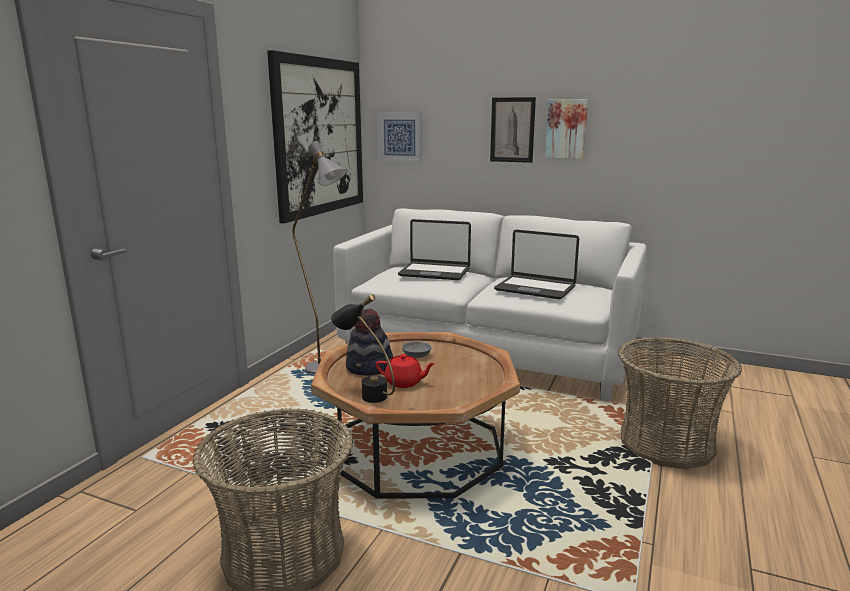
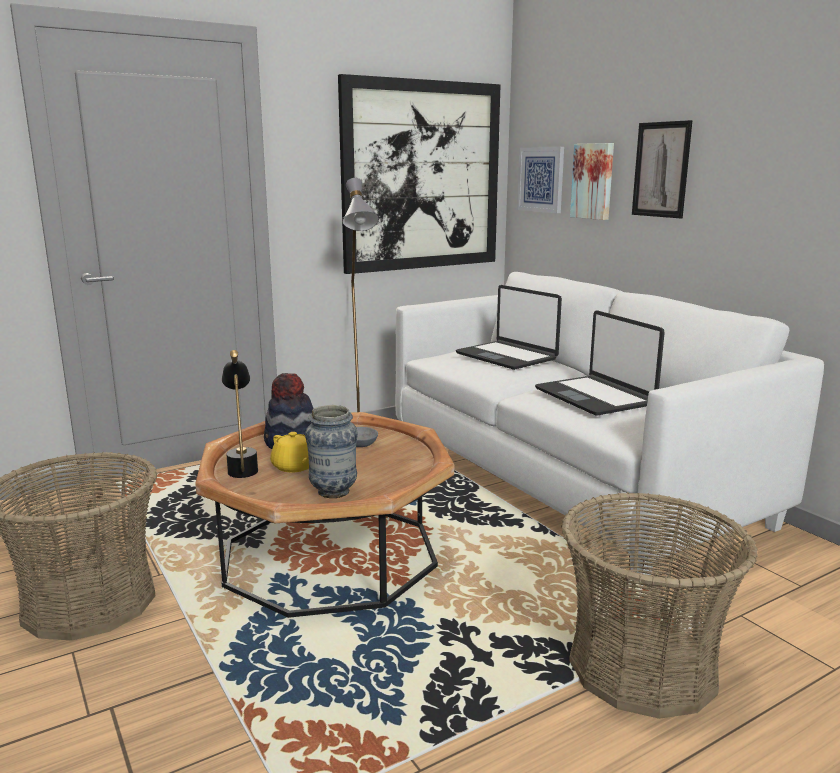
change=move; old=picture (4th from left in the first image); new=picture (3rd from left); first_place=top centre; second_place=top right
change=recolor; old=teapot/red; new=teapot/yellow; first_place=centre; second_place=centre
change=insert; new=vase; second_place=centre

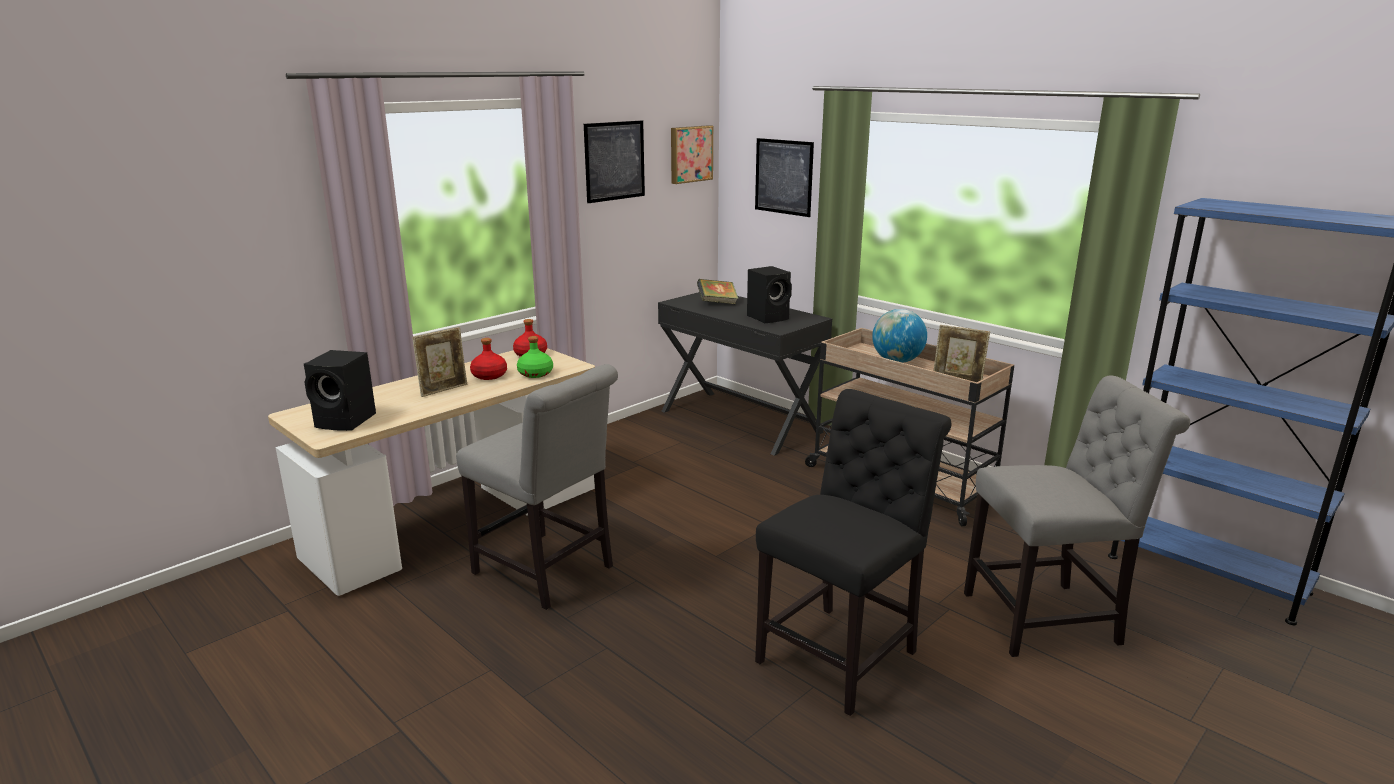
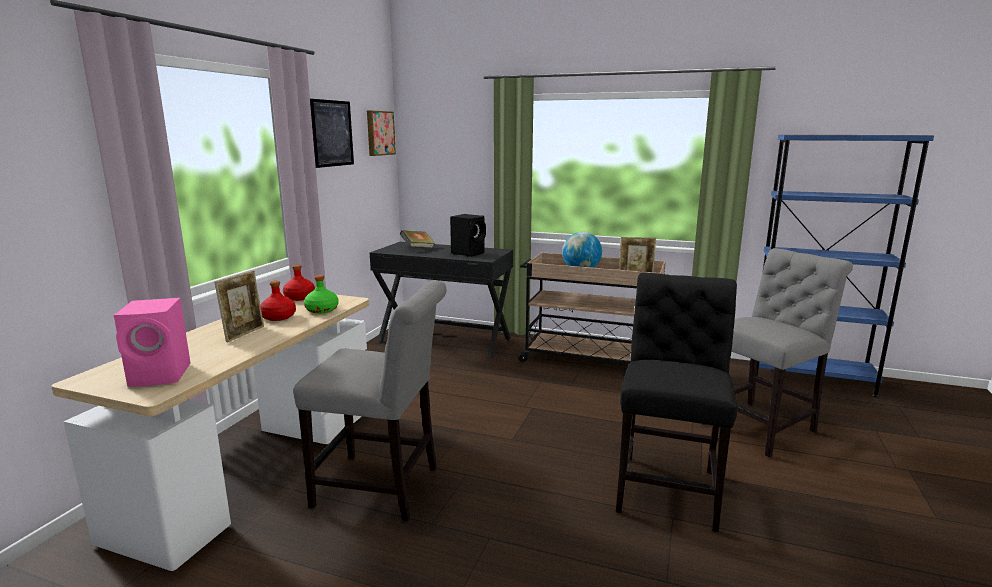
change=delete; old=picture (3rd from left); first_place=top centre
change=recolor; old=speaker/black (1st from left); new=speaker/pink; first_place=middle left; second_place=middle left

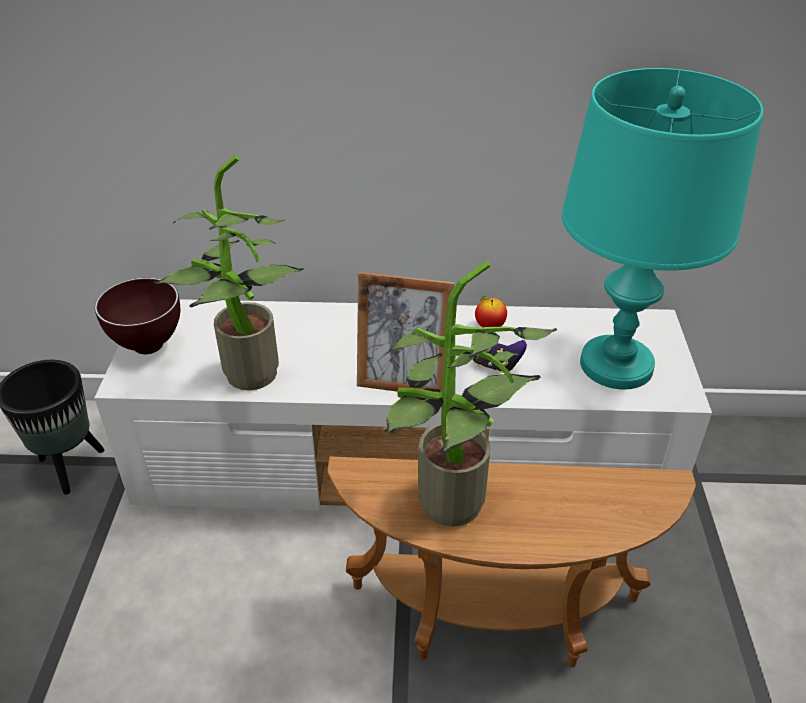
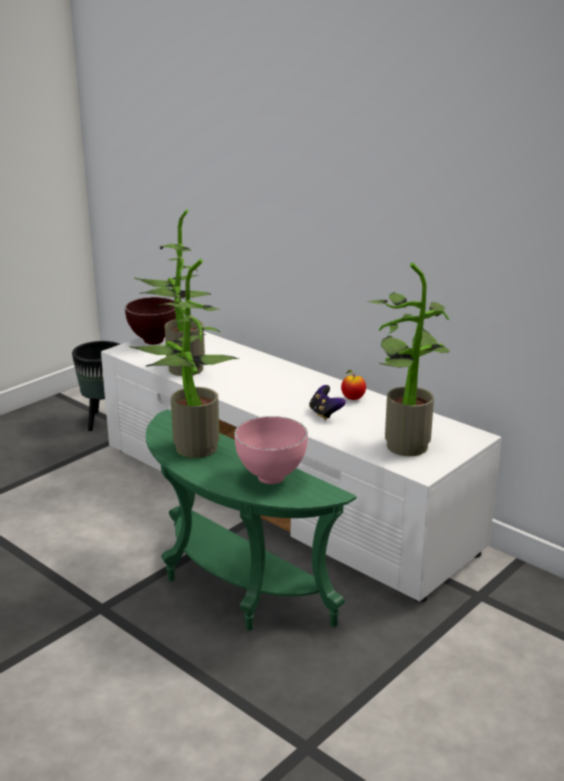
change=replace; old=table lamp/turquoise; new=potted plant (3rd from left); first_place=top right; second_place=middle right
change=delete; old=picture frame; first_place=centre
change=recolor; old=side table/brown; new=side table/green; first_place=bottom centre; second_place=centre
change=insert; new=bowl/pink; second_place=centre

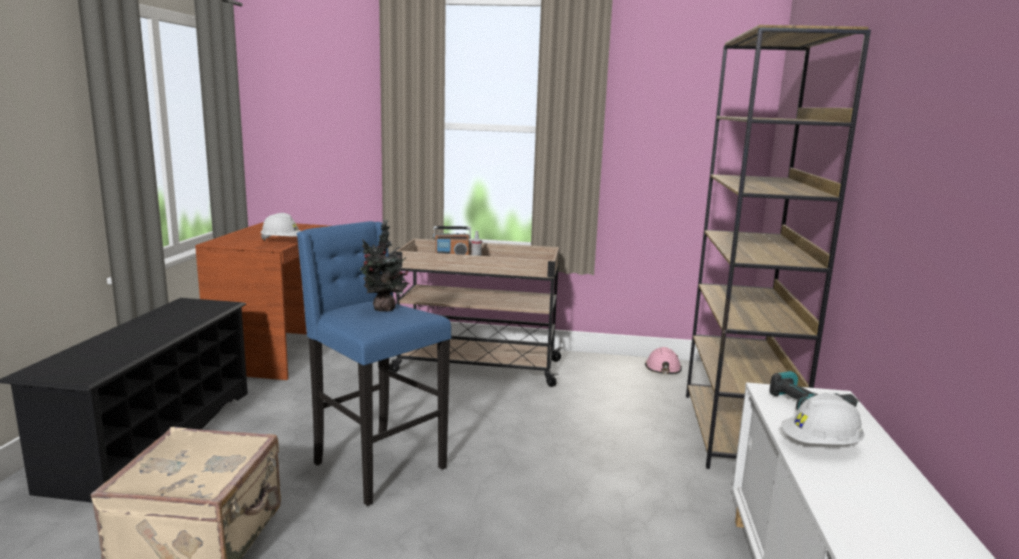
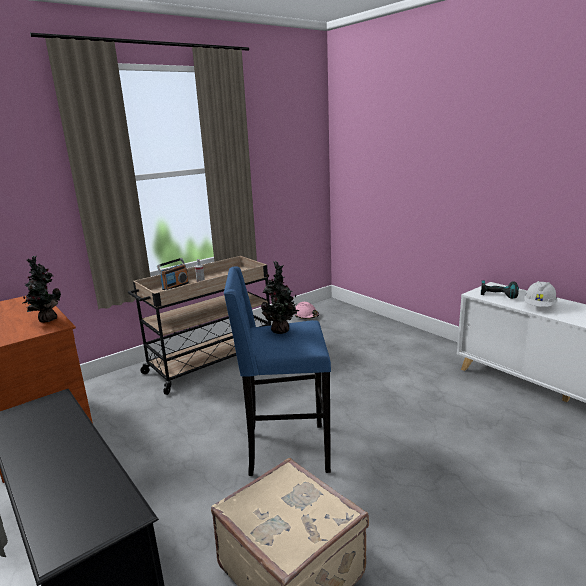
change=delete; old=bookcase/brown; first_place=middle right
change=replace; old=hard hat/white (1st from left); new=potted plant (1st from left); first_place=middle left; second_place=middle left

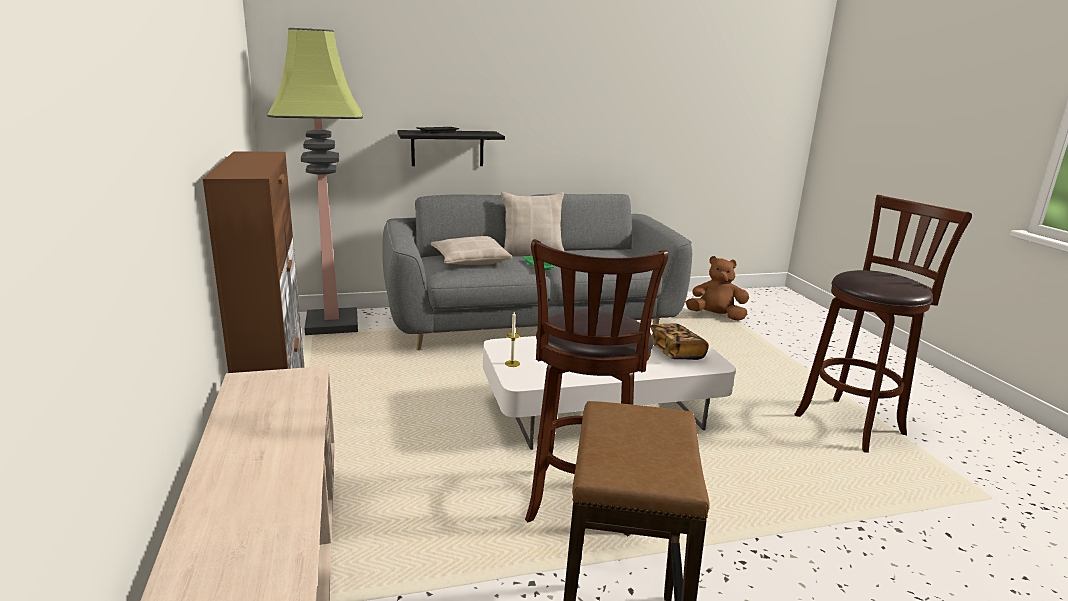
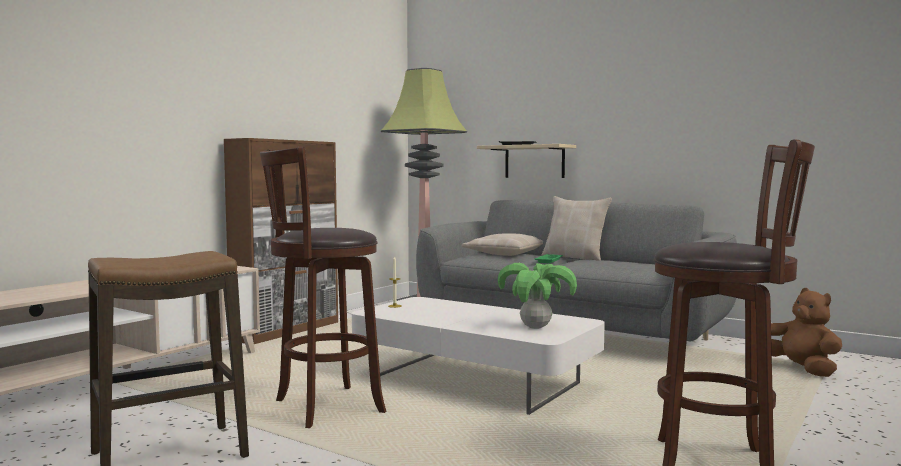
change=recolor; old=shelf/black; new=shelf/beige; first_place=top centre; second_place=centre
change=replace; old=book; new=potted plant; first_place=centre; second_place=centre

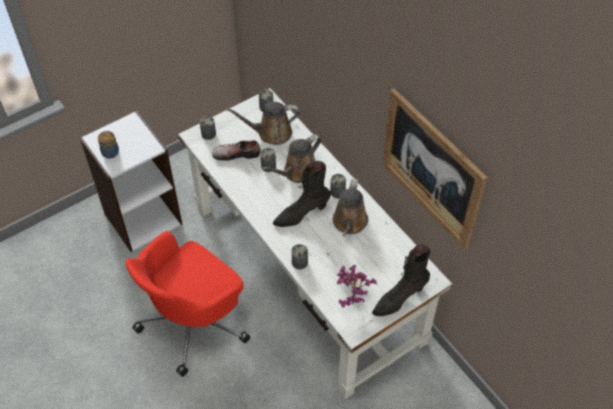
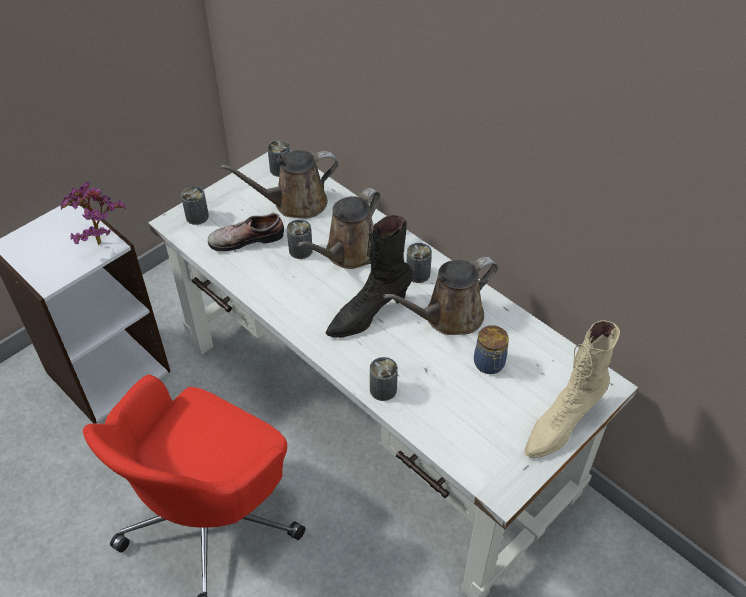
change=delete; old=picture; first_place=middle right
change=move; old=jar; first_place=middle left; second_place=centre
change=rotate; old=watering can/brown (3rd from left); first_place=centre; second_place=centre; degrees=60
change=recolor; old=boot/black (2nd from left); new=boot/beige; first_place=bottom centre; second_place=middle right
change=move; old=potted plant; first_place=bottom centre; second_place=middle left

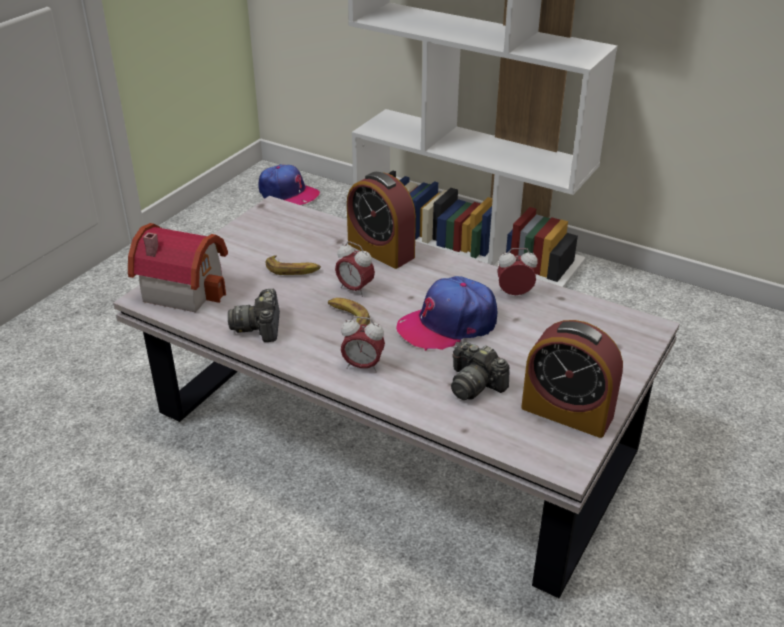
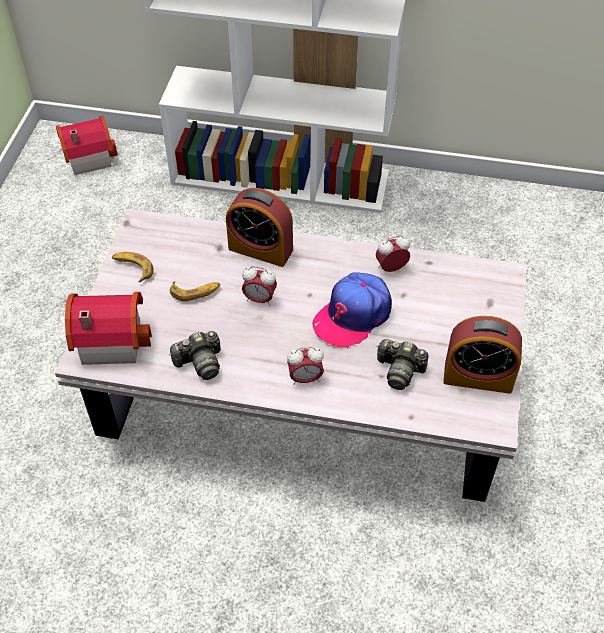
change=replace; old=cap (1st from left); new=toy house (1st from left); first_place=top centre; second_place=top left
change=rotate; old=photo camera (1st from left); first_place=middle left; second_place=middle left; degrees=-90
change=move; old=banana (2nd from left in the first image); new=banana (1st from left); first_place=centre; second_place=middle left

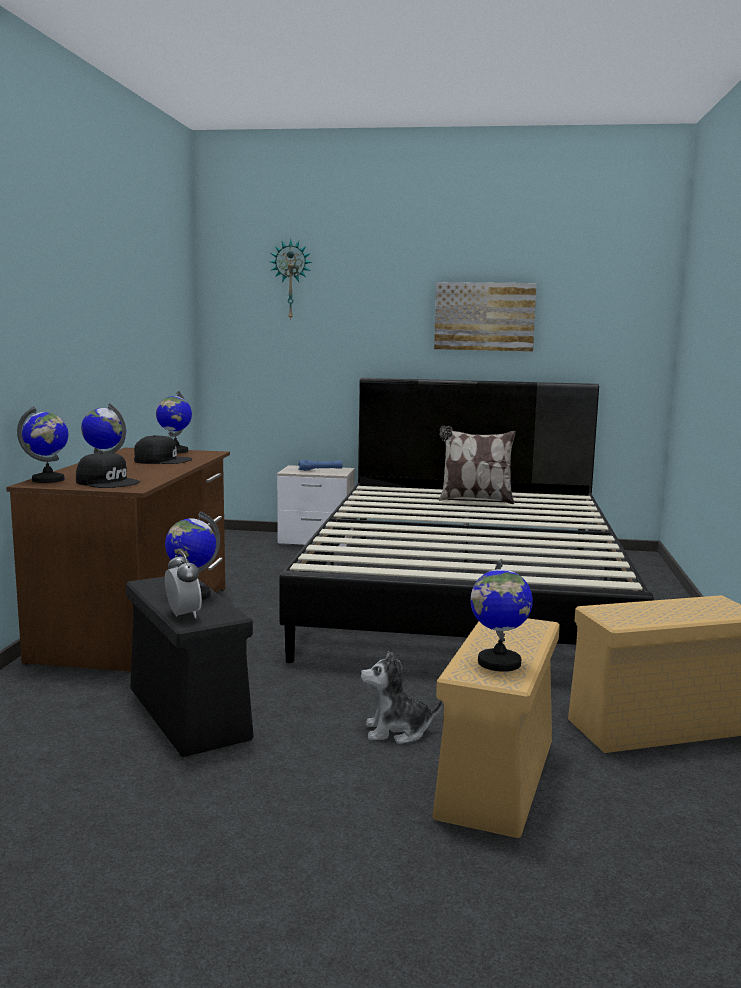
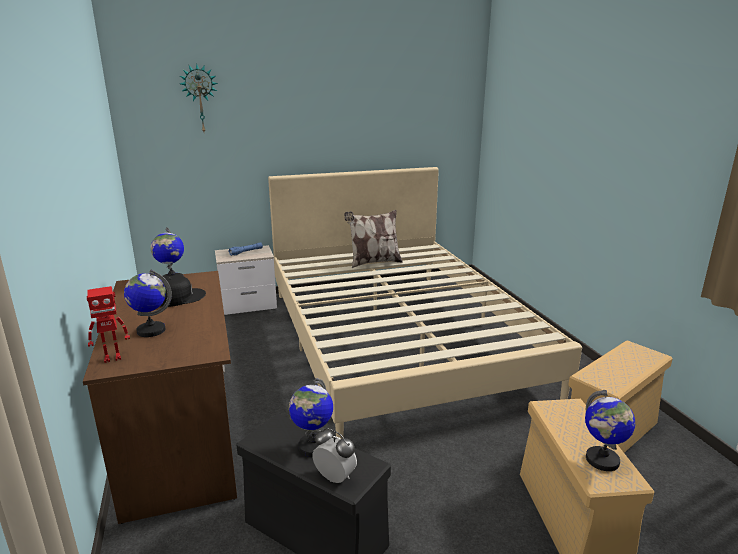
change=delete; old=picture; first_place=top centre
change=recolor; old=bed/black; new=bed/beige; first_place=centre; second_place=centre
change=replace; old=globe (1st from left); new=toy robot; first_place=middle left; second_place=middle left
change=delete; old=cap/black (1st from left); first_place=middle left
change=delete; old=plush toy; first_place=bottom centre

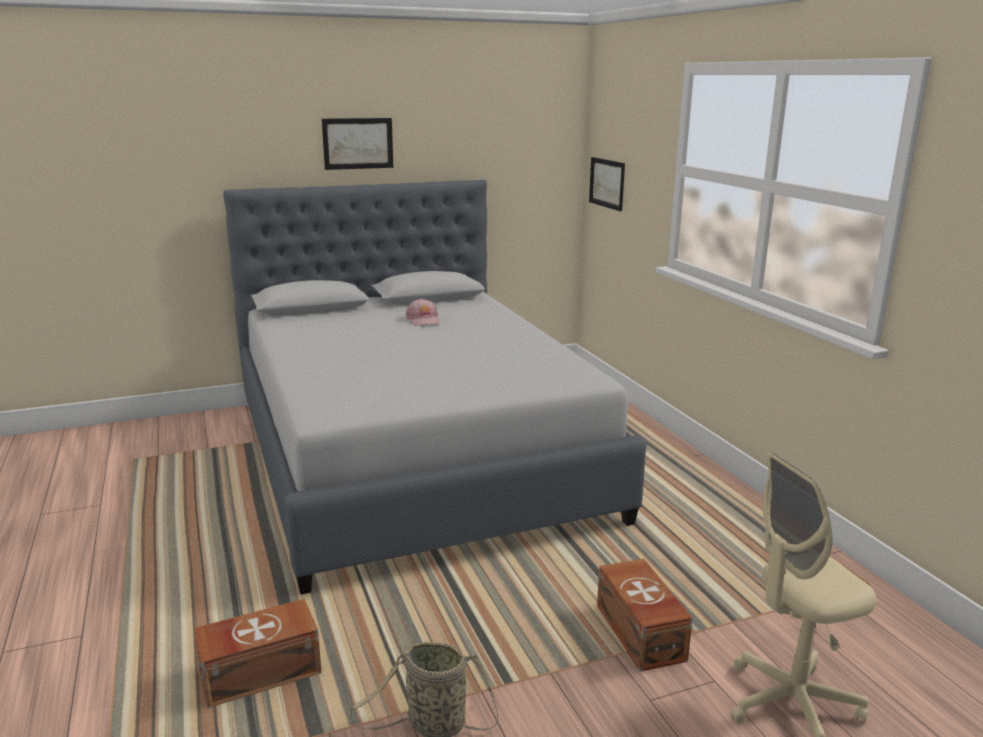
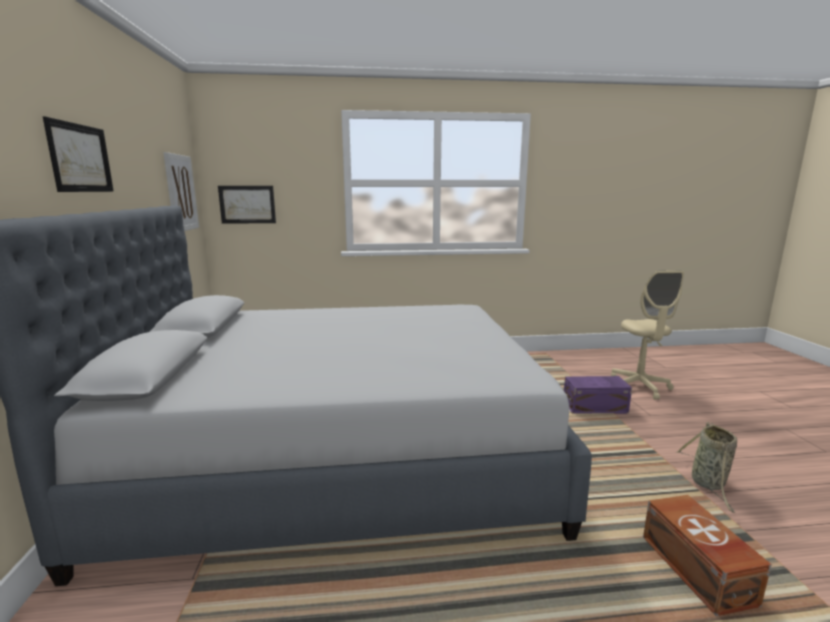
change=delete; old=cap/pink; first_place=centre
change=recolor; old=storage box/brown (2nd from left); new=storage box/purple; first_place=bottom centre; second_place=middle right
change=insert; new=picture (2nd from left); second_place=top left

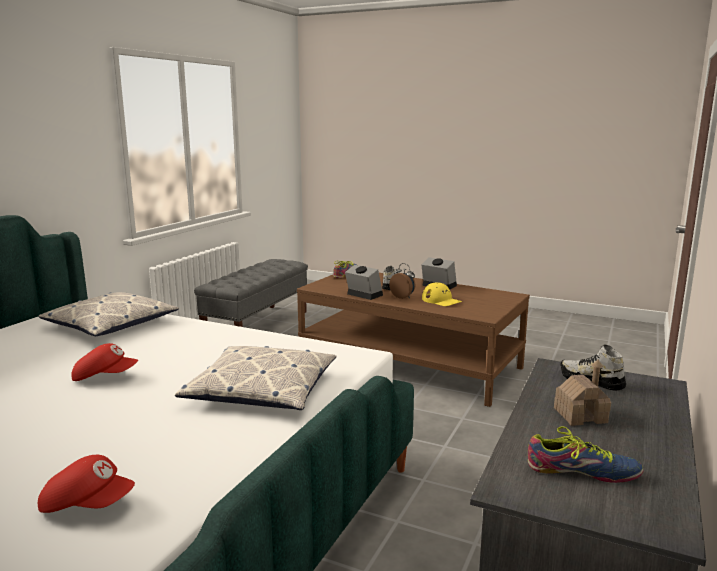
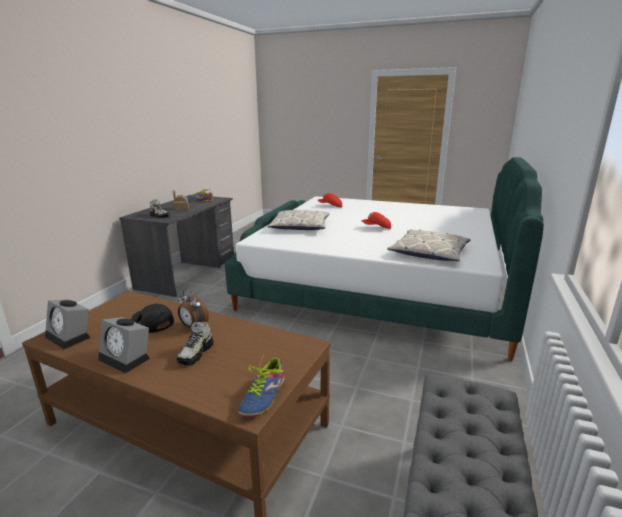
change=move; old=alarm clock (1st from left); first_place=centre; second_place=middle left
change=recolor; old=cap/yellow; new=cap/black; first_place=centre; second_place=middle left

